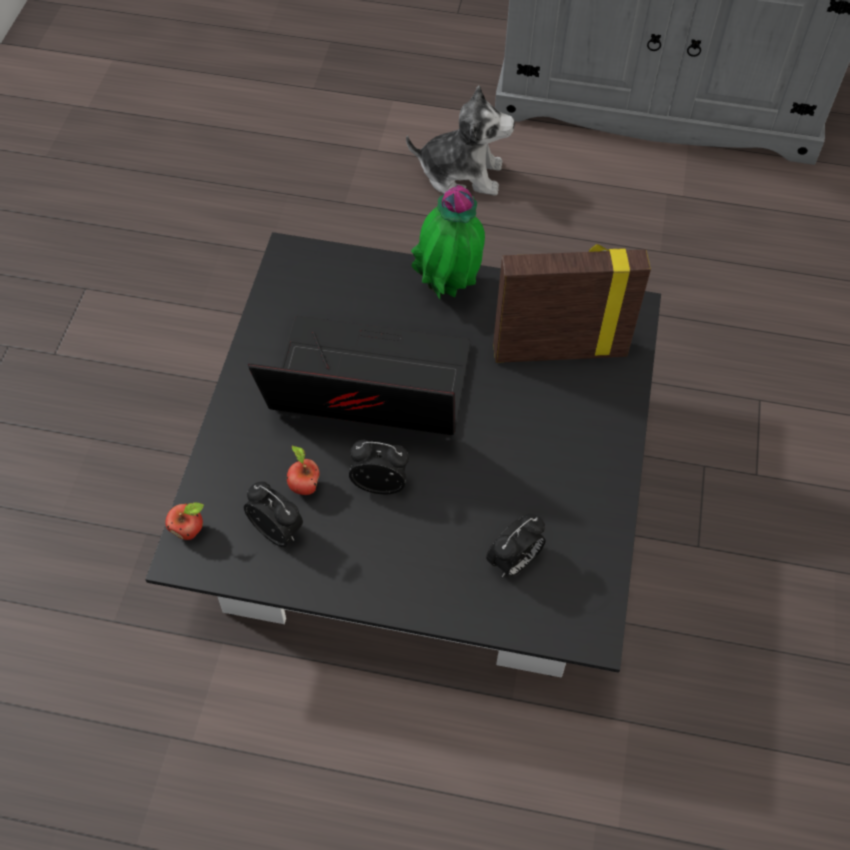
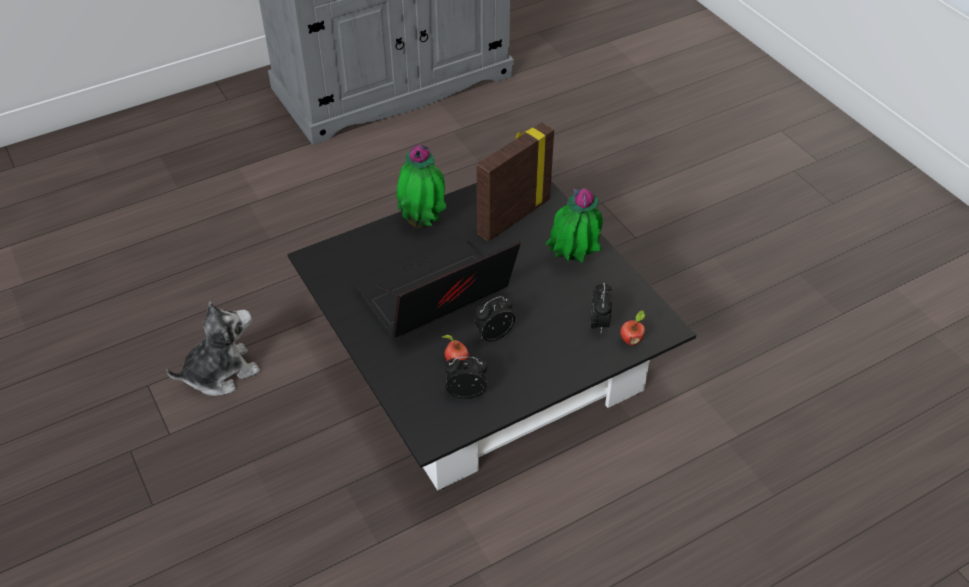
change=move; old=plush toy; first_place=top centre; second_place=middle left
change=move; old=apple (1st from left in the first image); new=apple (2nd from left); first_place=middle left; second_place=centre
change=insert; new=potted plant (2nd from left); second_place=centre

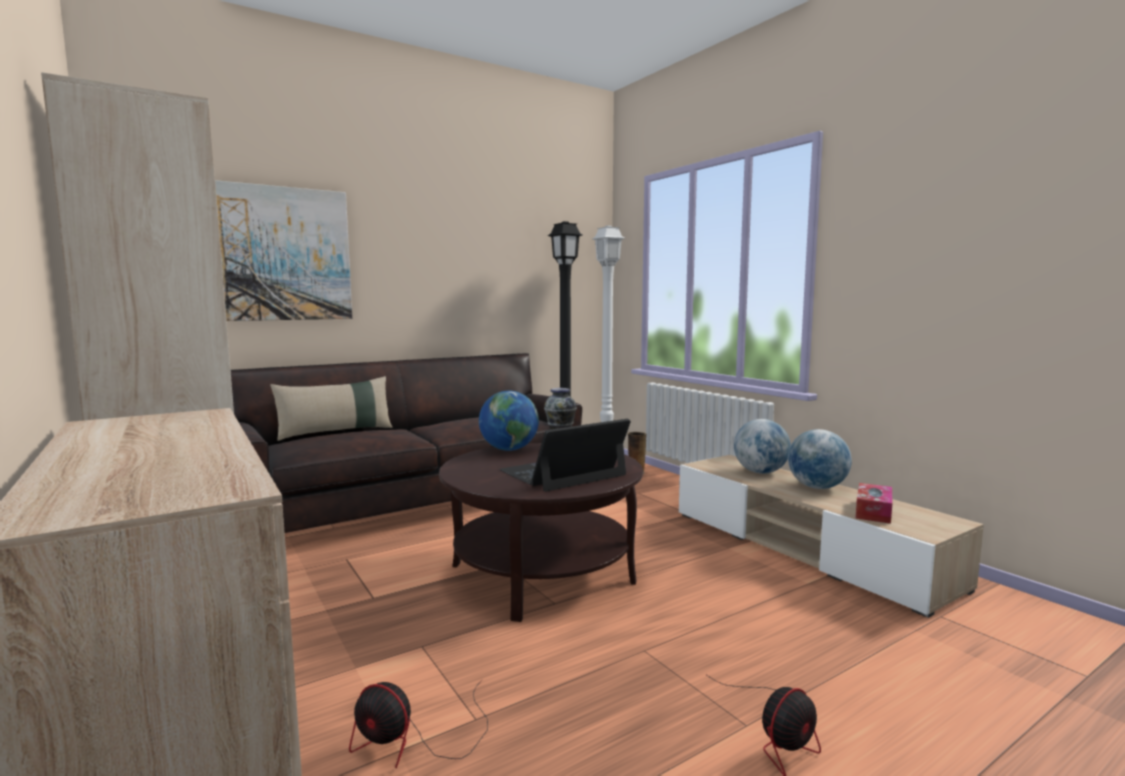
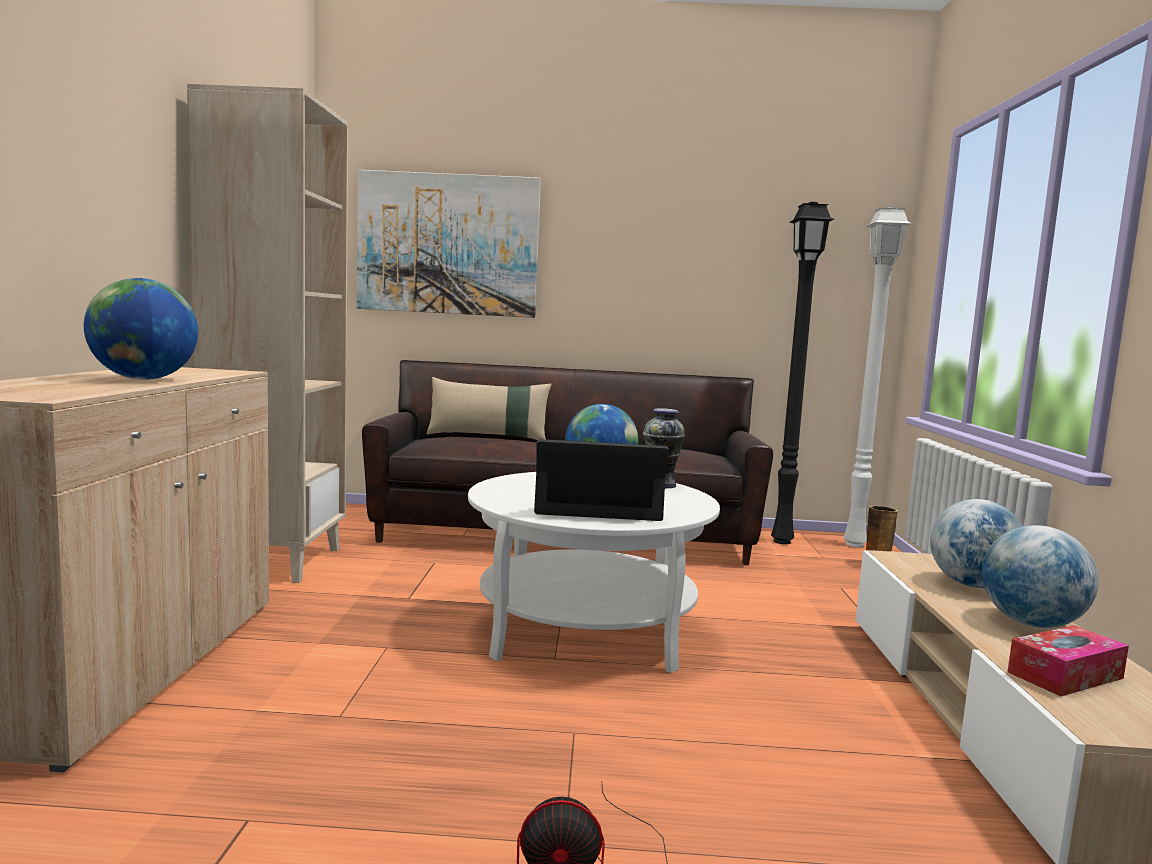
change=recolor; old=coffee table/brown; new=coffee table/white; first_place=bottom centre; second_place=centre
change=delete; old=fan (1st from left); first_place=bottom centre
change=insert; new=globe (1st from left); second_place=middle left

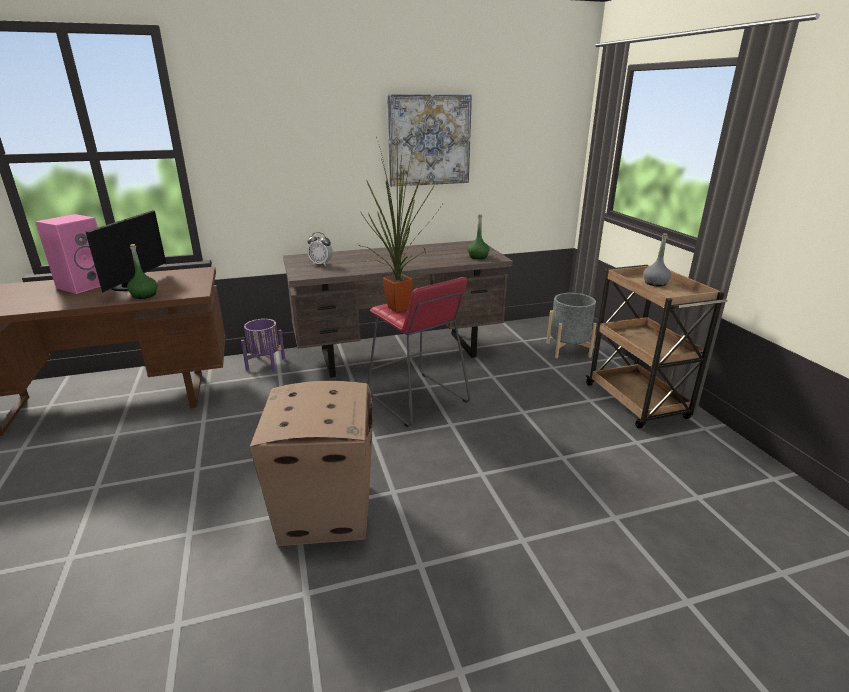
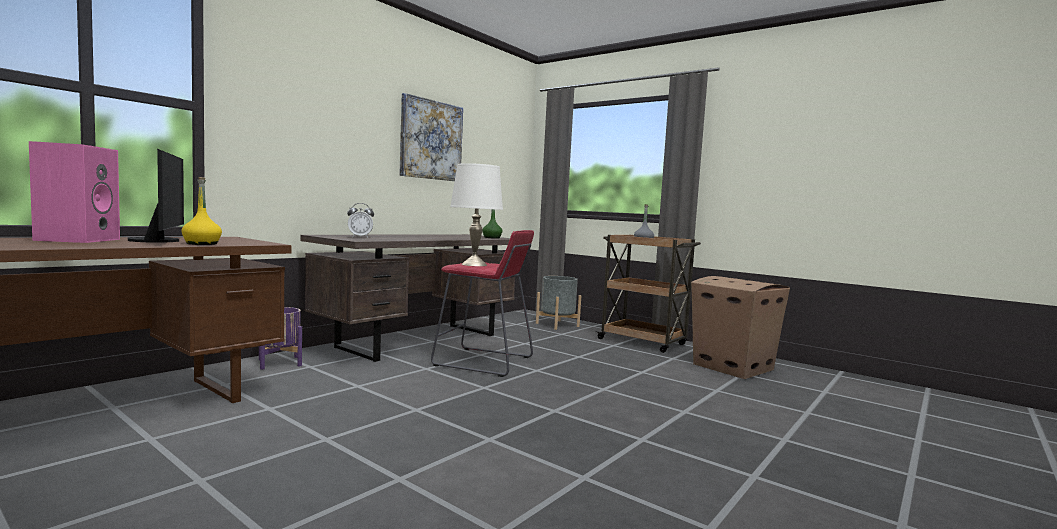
change=replace; old=potted plant; new=table lamp/white; first_place=top centre; second_place=centre
change=recolor; old=bottle/green (1st from left); new=bottle/yellow; first_place=middle left; second_place=middle left
change=move; old=cardboard box; first_place=bottom centre; second_place=middle right

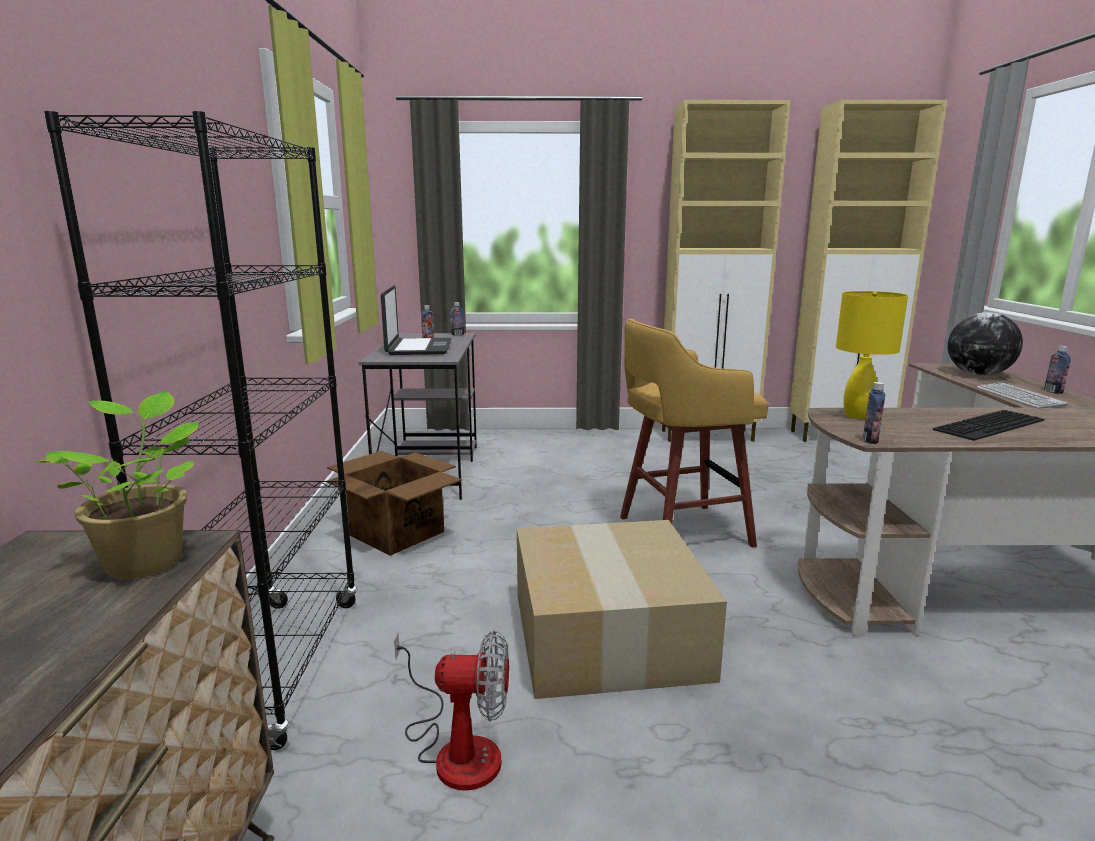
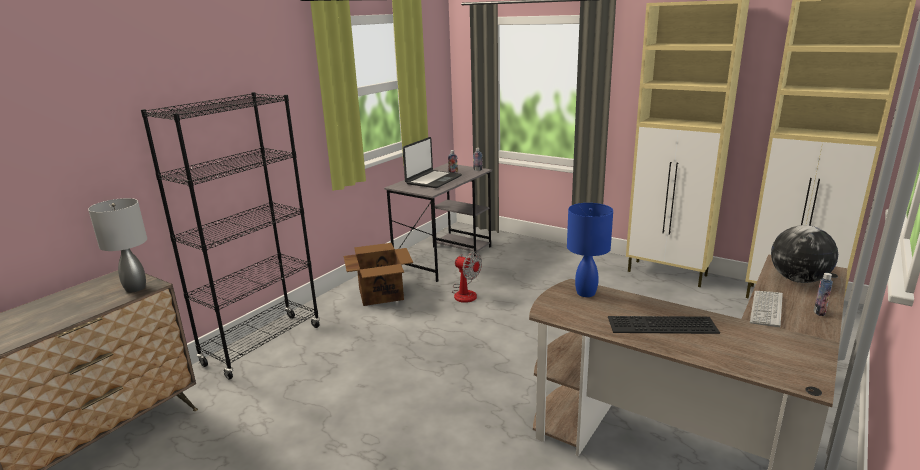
change=recolor; old=table lamp/yellow; new=table lamp/blue; first_place=middle right; second_place=centre
change=delete; old=stool/yellow; first_place=centre
change=delete; old=bottle (3rd from left); first_place=middle right
change=replace; old=potted plant; new=table lamp/grey; first_place=middle left; second_place=middle left
change=delete; old=cardboard box (2nd from left); first_place=bottom centre
change=move; old=fan; first_place=bottom centre; second_place=centre

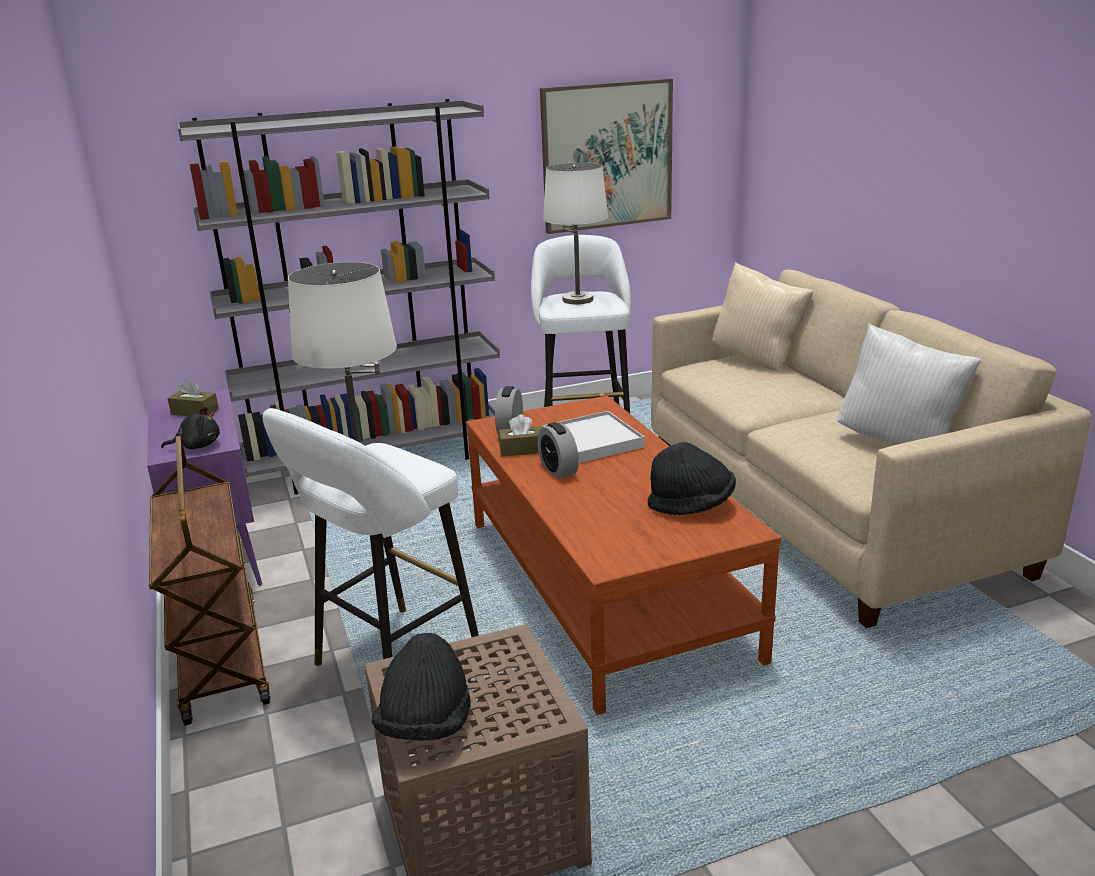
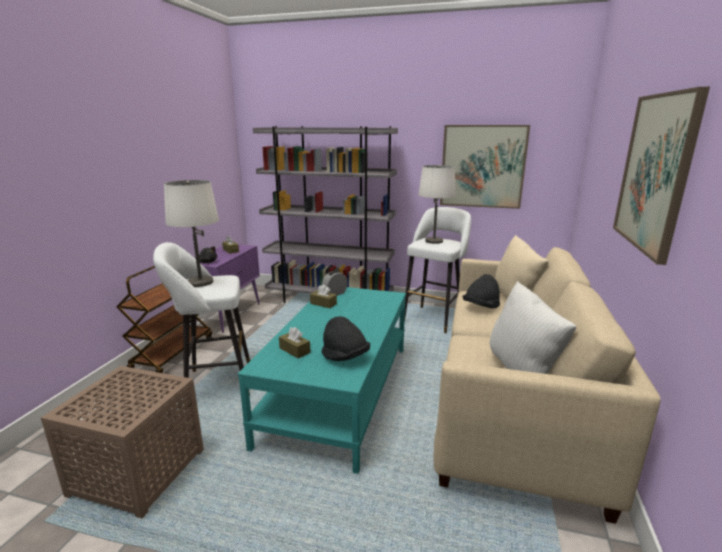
change=recolor; old=coffee table/brown; new=coffee table/turquoise; first_place=centre; second_place=bottom centre
change=delete; old=tray/white; first_place=centre
change=delete; old=alarm clock (2nd from left); first_place=centre
change=move; old=hat/black (1st from left in the first image); new=hat/black (2nd from left); first_place=bottom centre; second_place=centre
change=insert; new=picture (2nd from left); second_place=top right
change=insert; new=tissue box/brown (2nd from left); second_place=centre

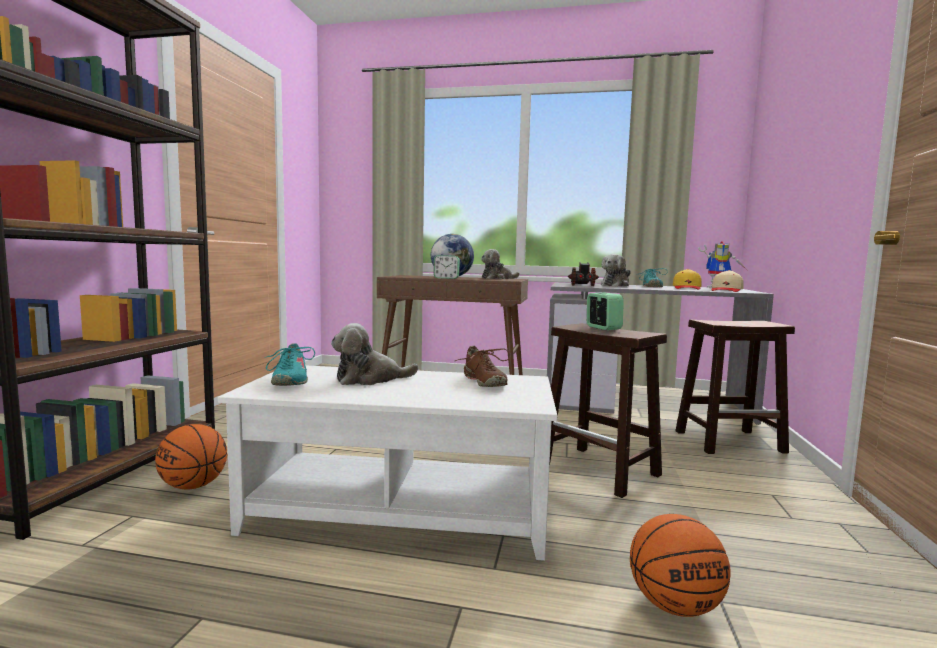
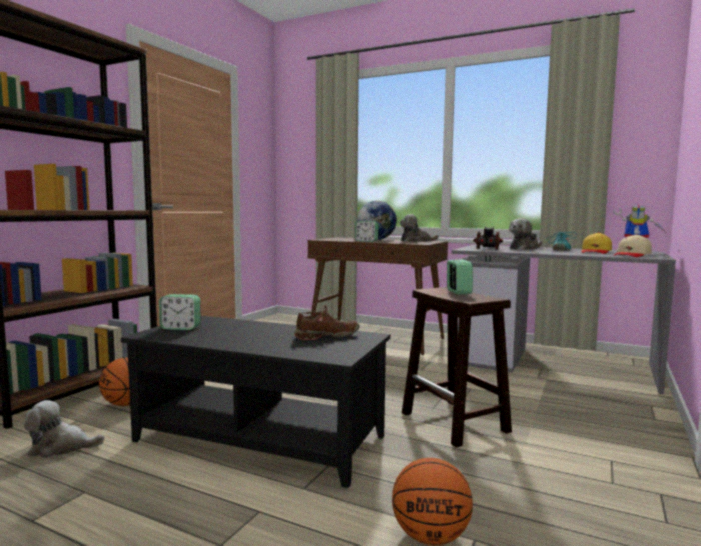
change=delete; old=stool/brown (2nd from left); first_place=middle right
change=move; old=plush toy (1st from left); first_place=centre; second_place=bottom left
change=replace; old=shoe/turquoise (1st from left); new=alarm clock (1st from left); first_place=middle left; second_place=middle left
change=rotate; old=shoe/brown; first_place=centre; second_place=centre; degrees=-105
change=recolor; old=coffee table/white; new=coffee table/black; first_place=bottom centre; second_place=bottom centre

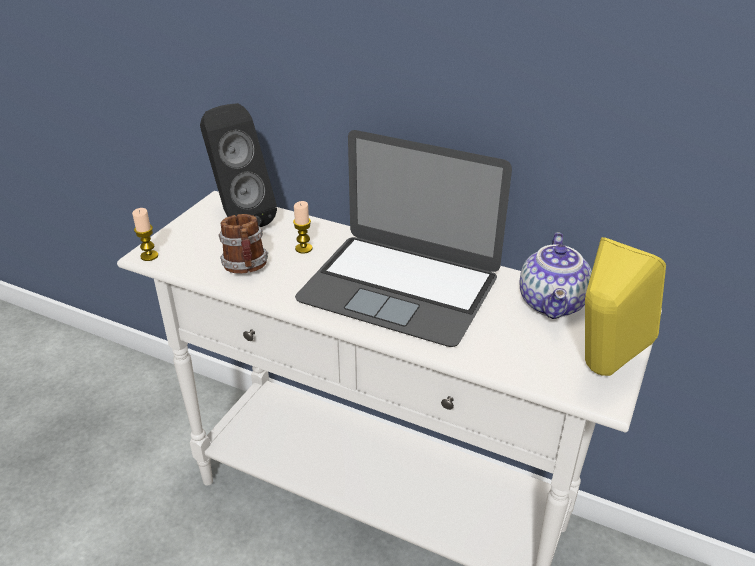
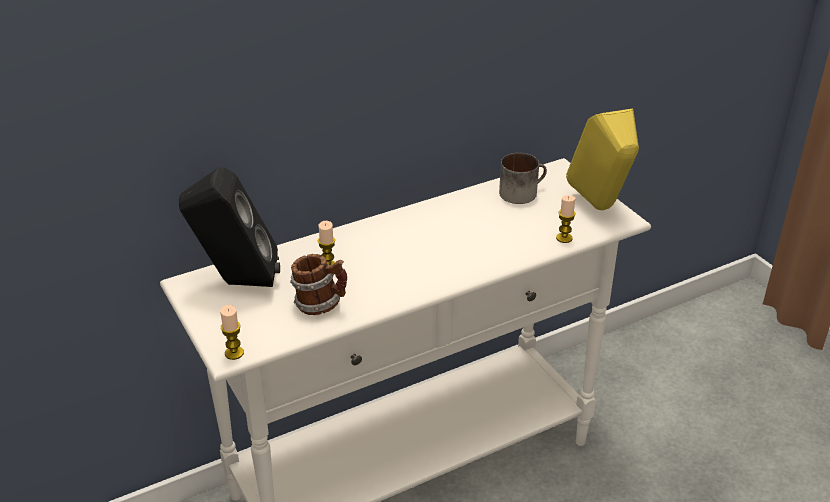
change=delete; old=laptop; first_place=centre
change=replace; old=teapot; new=mug (2nd from left); first_place=middle right; second_place=centre
change=insert; new=candle (3rd from left); second_place=middle right

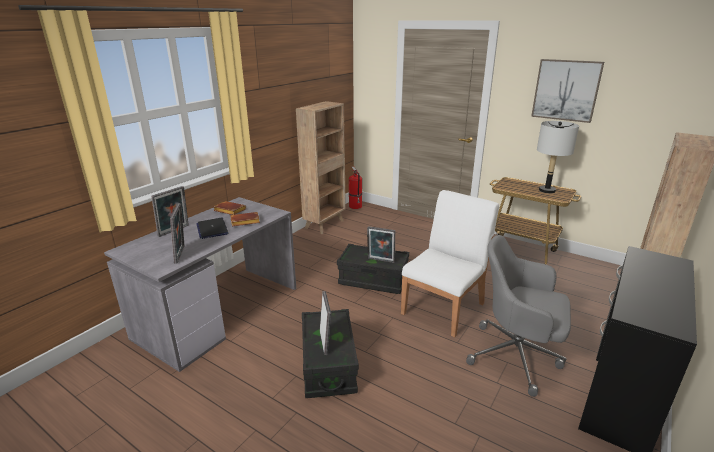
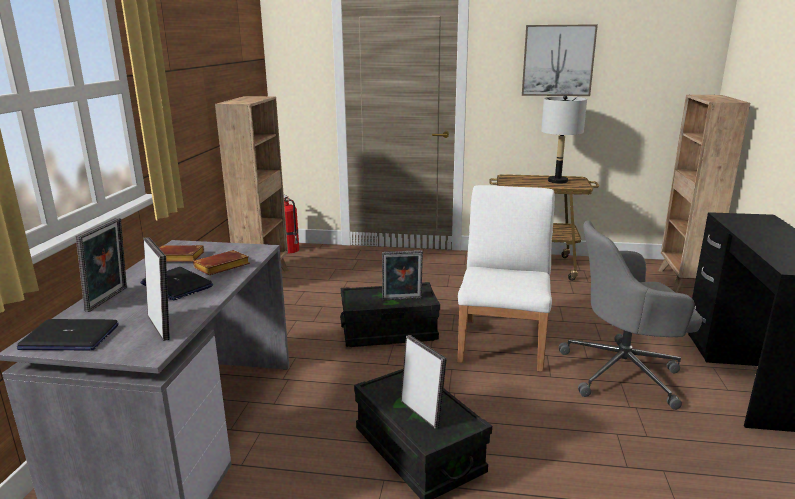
change=insert; new=laptop (1st from left); second_place=bottom left

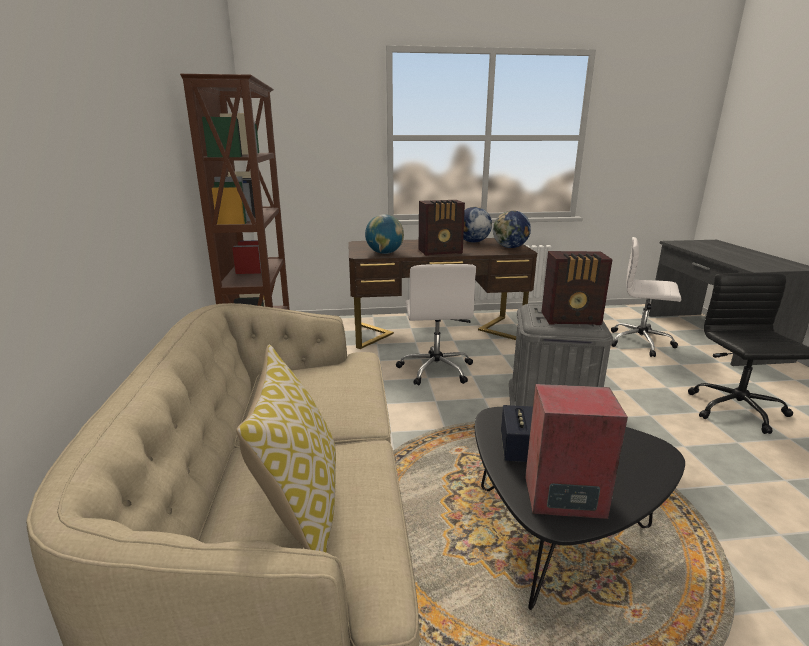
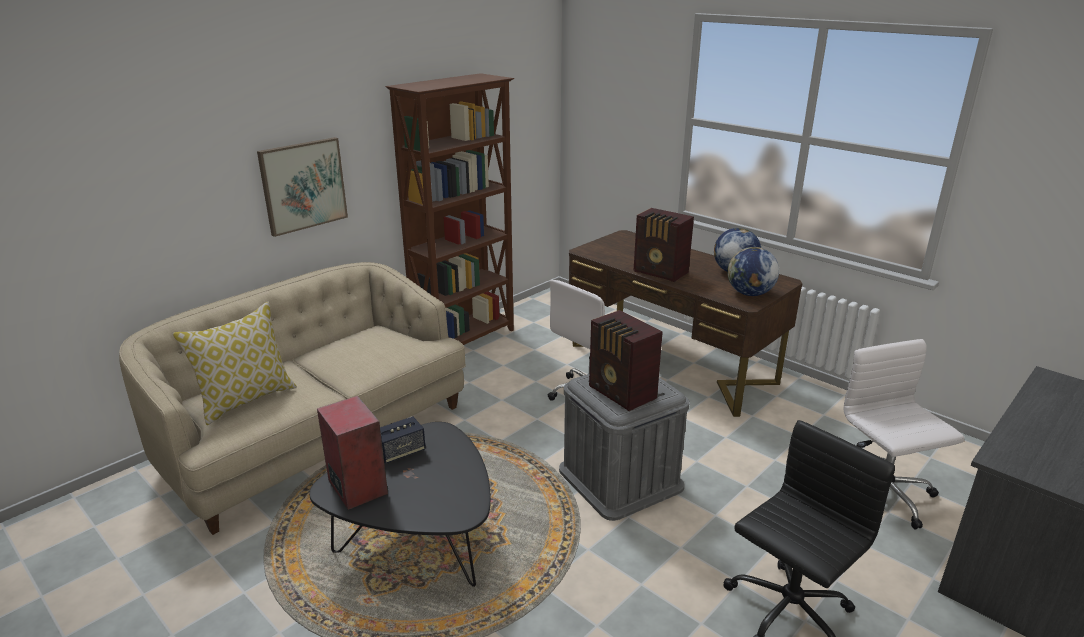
change=delete; old=globe (1st from left); first_place=centre
change=insert; new=picture; second_place=top left

